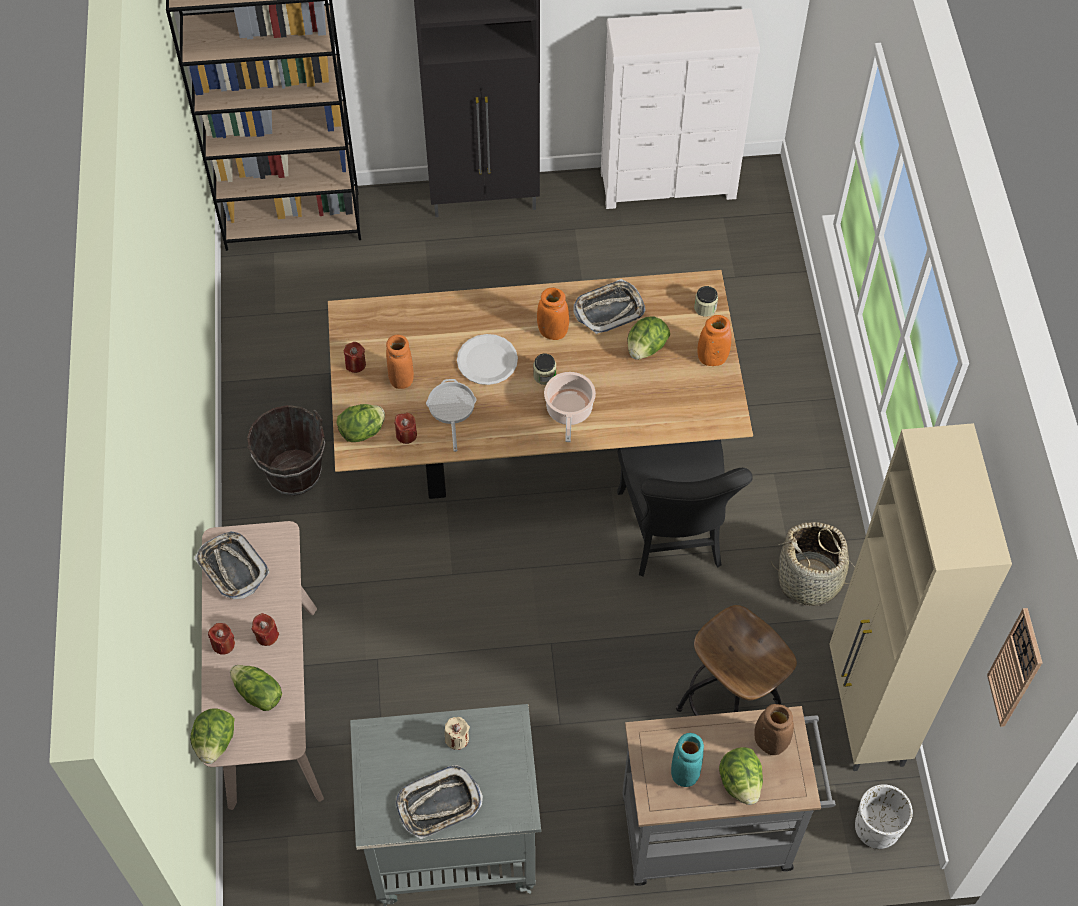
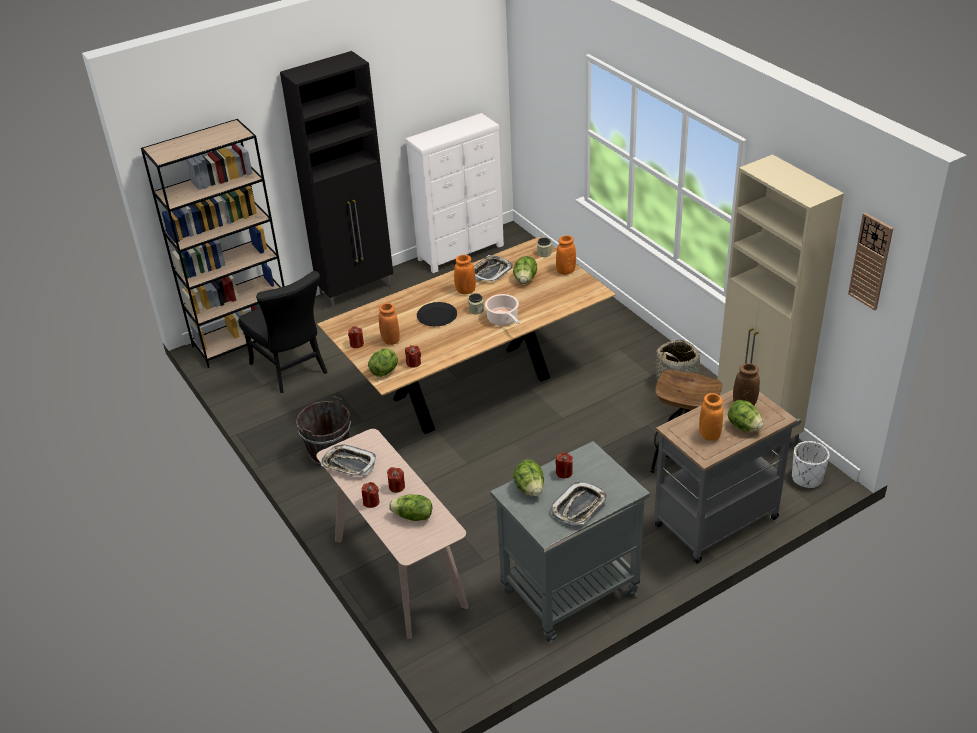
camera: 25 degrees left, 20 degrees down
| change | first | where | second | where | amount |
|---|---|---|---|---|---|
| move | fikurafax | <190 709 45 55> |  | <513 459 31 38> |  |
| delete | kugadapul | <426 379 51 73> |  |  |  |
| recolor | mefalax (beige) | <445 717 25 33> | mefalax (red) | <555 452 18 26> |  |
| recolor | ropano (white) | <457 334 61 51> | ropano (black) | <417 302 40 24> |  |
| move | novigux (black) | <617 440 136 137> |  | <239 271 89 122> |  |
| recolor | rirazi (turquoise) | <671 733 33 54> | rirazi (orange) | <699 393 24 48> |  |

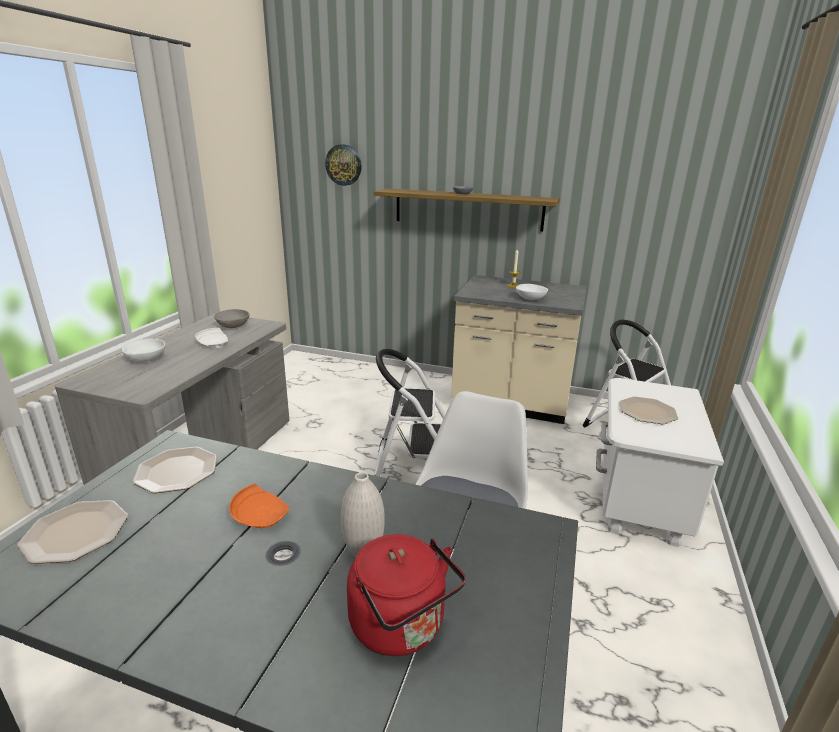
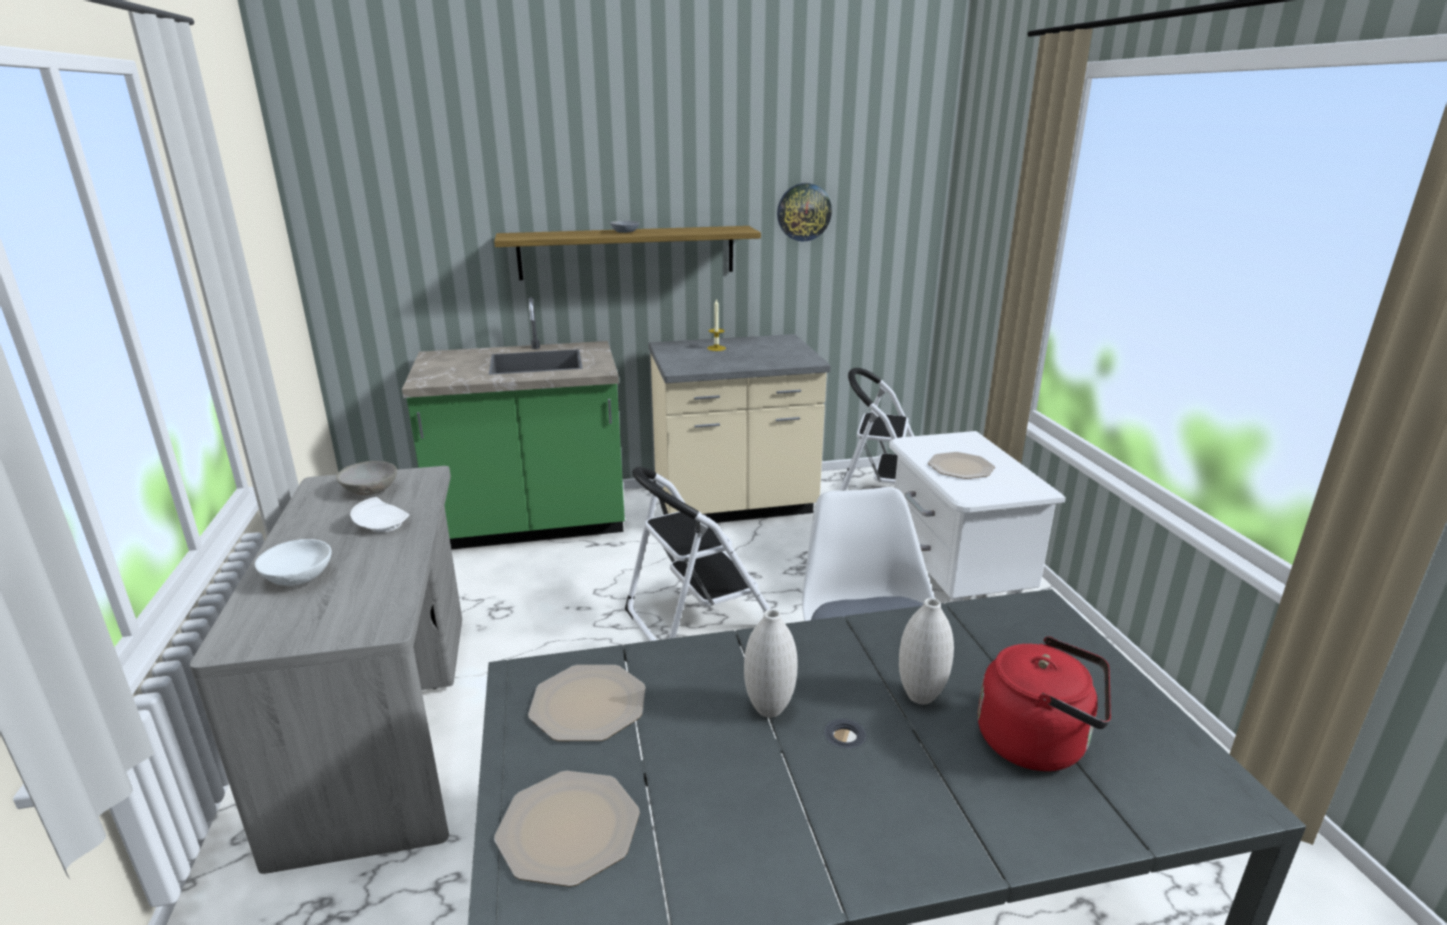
camera: 30 degrees left, 0 degrees up
| change | first | where | second | where | amount |
|---|---|---|---|---|---|
| replace | ropano (orange) | <229 484 60 44> | rirazi (white) | <744 609 53 109> |  |
| move | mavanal | <325 144 37 42> |  | <777 183 55 58> |  |
| delete | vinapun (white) | <516 284 32 16> |  |  |  |
| insert |  |  | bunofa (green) | <402 297 223 253> |  |

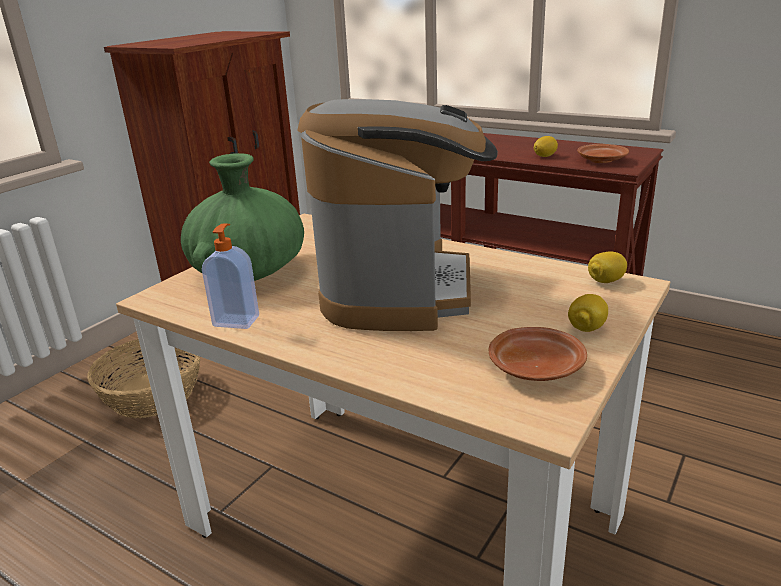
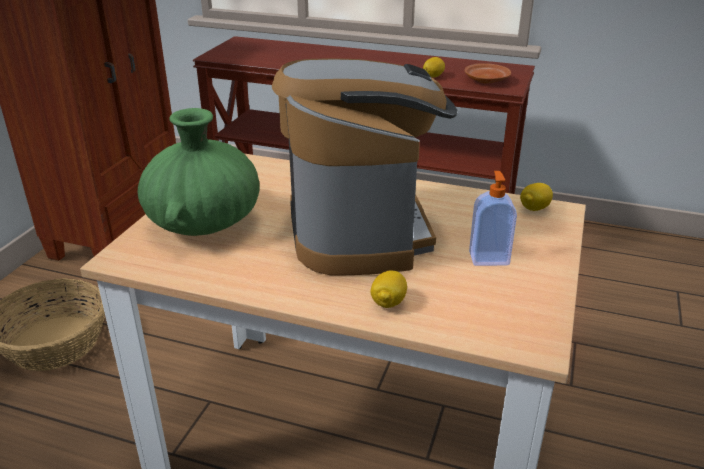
camera: 15 degrees left, 5 degrees up
| change | first | where | second | where | amount |
|---|---|---|---|---|---|
| move | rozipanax | <202 224 57 105> |  | <469 171 48 95> |  |
| delete | ropano (brown) | <489 327 98 54> |  |  |  |
| move | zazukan | <568 294 40 38> |  | <371 270 36 38> |  |

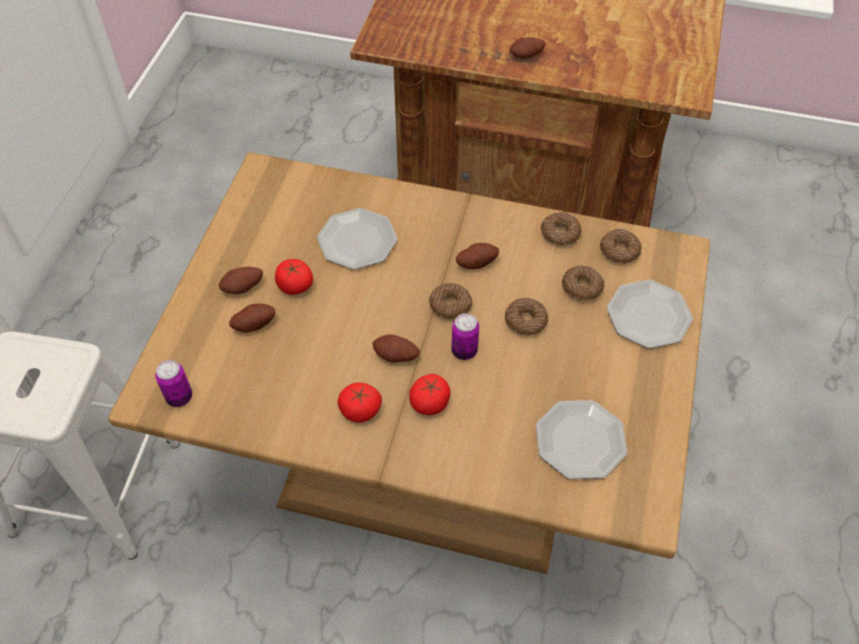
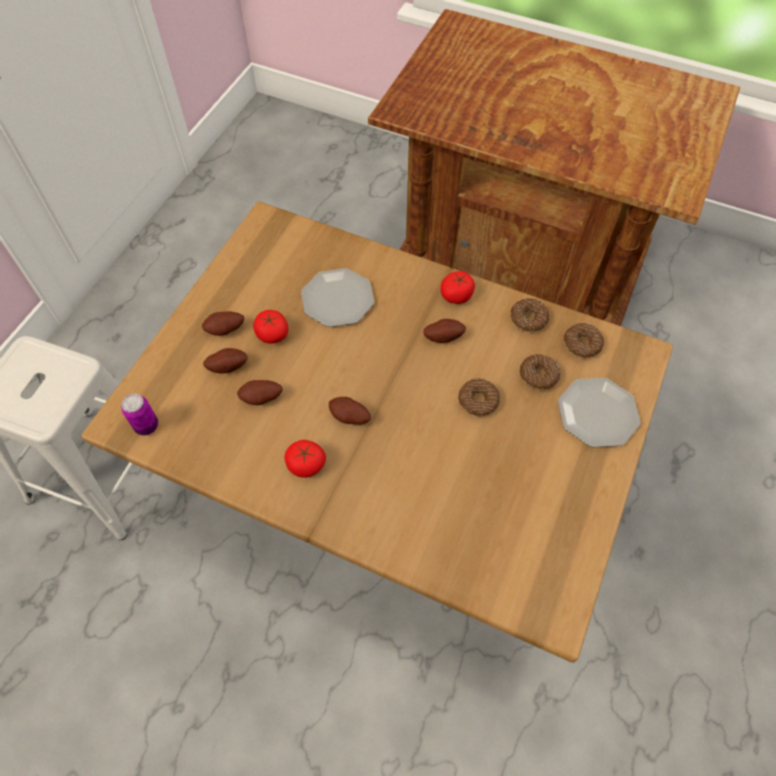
camera: 10 degrees right, 5 degrees up
| change | first | where | second | where | amount |
|---|---|---|---|---|---|
| move | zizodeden | <409 374 41 41> |  | <440 271 35 33> |  |
| delete | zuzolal | <429 283 43 37> |  |  |  |
| delete | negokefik | <451 313 28 47> |  |  |  |
| move | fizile | <510 37 36 22> |  | <237 380 46 25> |  |
| delete | ropano | <536 400 91 79> |  |  |  |

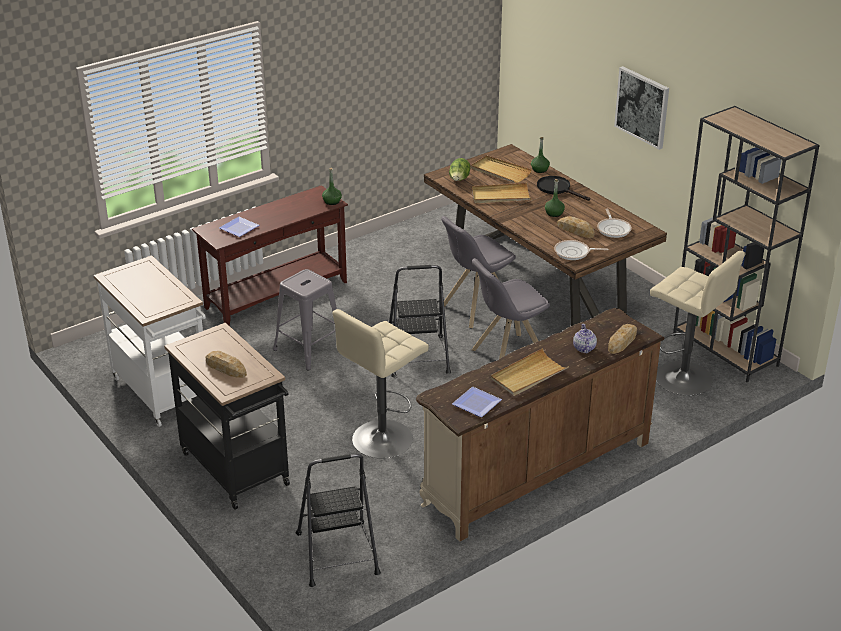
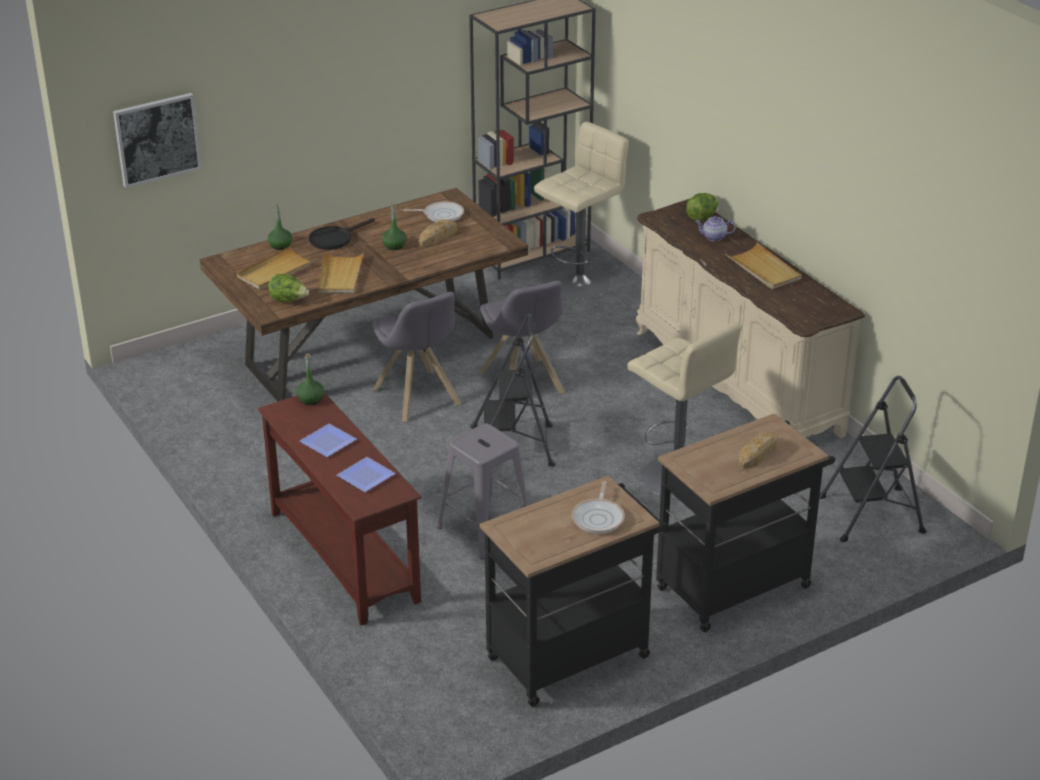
camera: 85 degrees left, 0 degrees up
| change | first | where | second | where | amount |
|---|---|---|---|---|---|
| recolor | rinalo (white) | <94 255 112 172> | rinalo (black) | <480 476 188 231> |  |
| move | ropano | <452 387 50 30> |  | <299 424 58 33> |  |
| move | kugadapul | <554 240 54 20> |  | <572 481 53 53> |  |
| replace | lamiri | <608 324 29 30> | fikurafax | <686 193 32 28> |  |
| move | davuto | <614 66 55 84> |  | <113 93 89 95> |  |

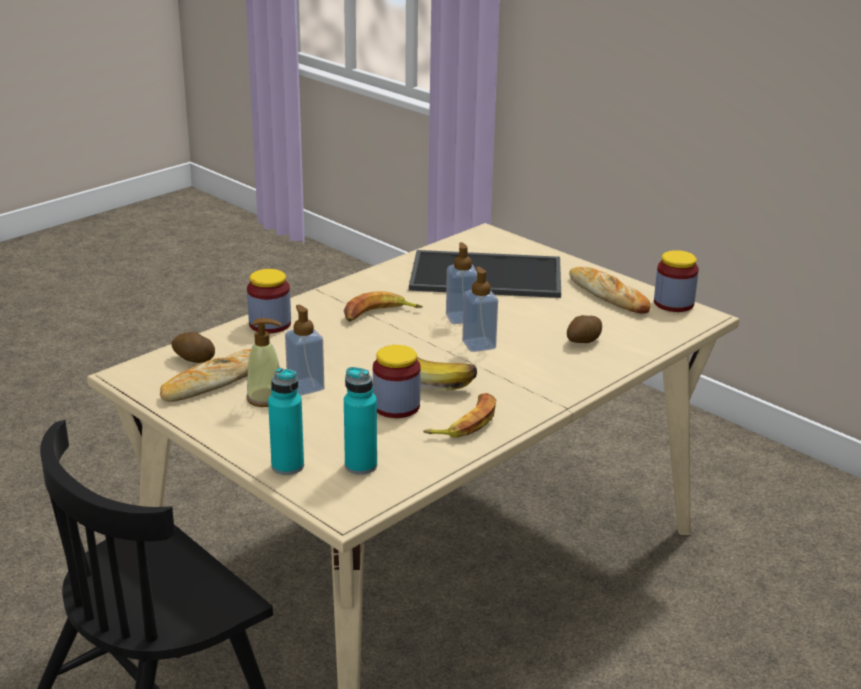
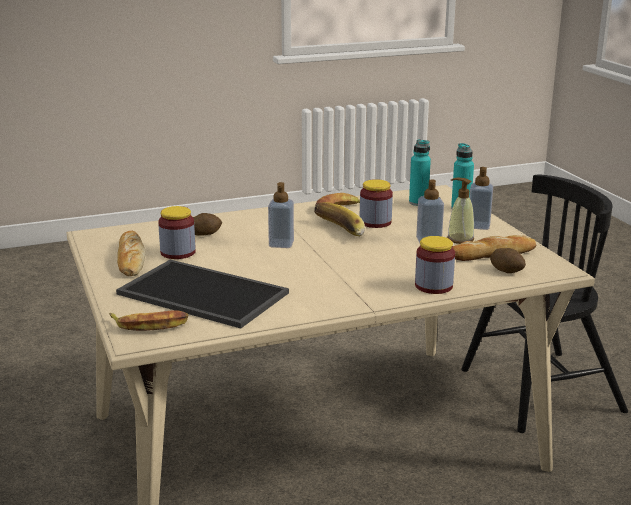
camera: 155 degrees left, 5 degrees down
| change | first | where | second | where | amount |
|---|---|---|---|---|---|
| move | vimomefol | <343 291 80 30> |  | <109 310 80 21> |  |
| move | rozipanax | <446 242 31 82> |  | <469 167 24 63> |  |
| move | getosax | <654 250 45 62> |  | <158 206 38 53> |  |

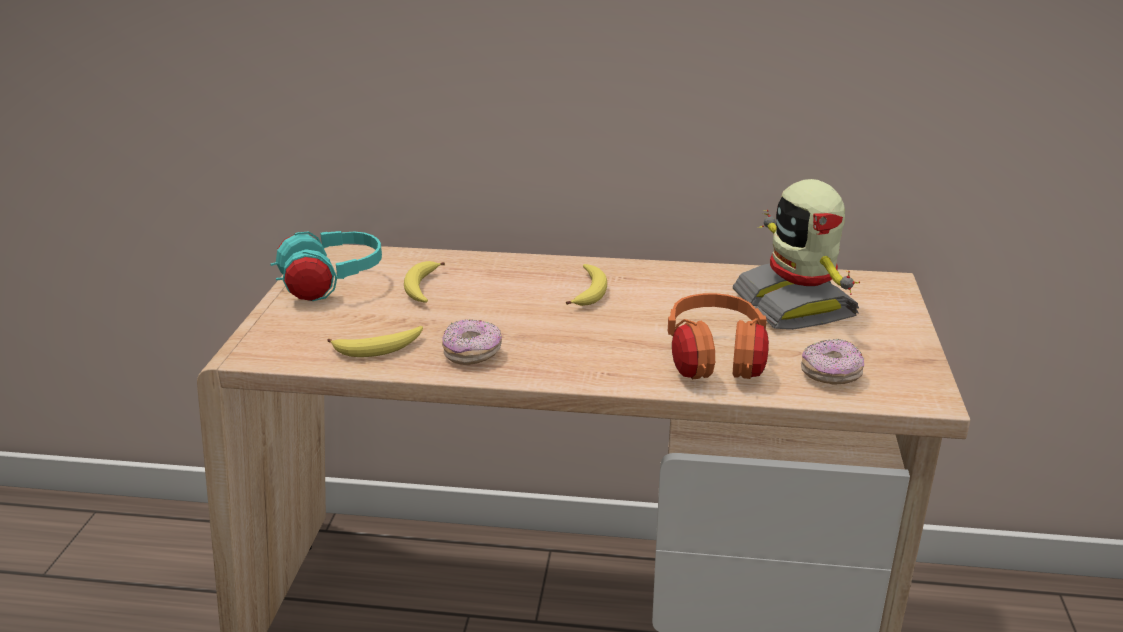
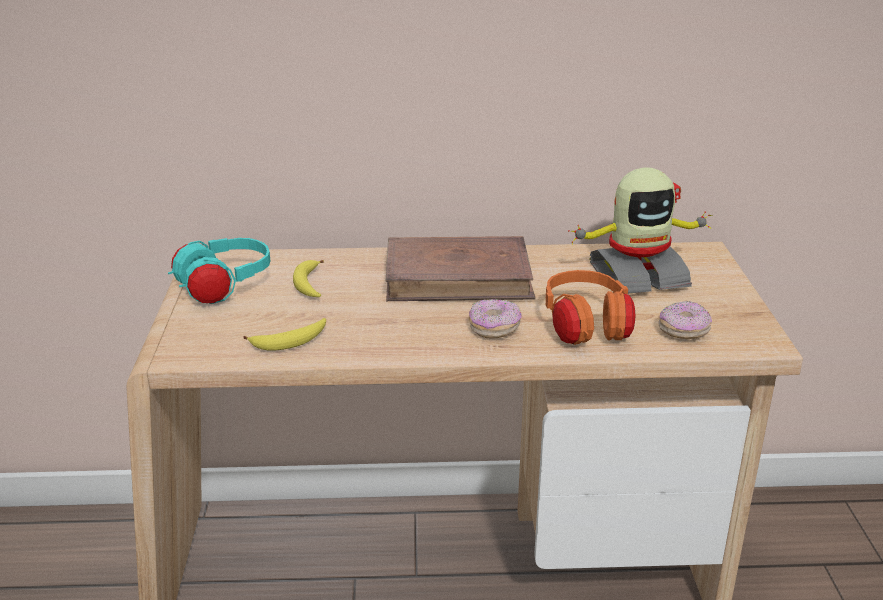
camera: 10 degrees left, 0 degrees up
| change | first | where | second | where | amount |
|---|---|---|---|---|---|
| move | zuzolal | <442 319 60 46> |  | <469 299 52 39> |  |
| replace | vimomefol | <566 264 41 42> | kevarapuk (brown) | <386 236 150 65> |  |
| rotate | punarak | <733 179 127 151> |  | <568 168 144 126> | 75 degrees counterclockwise |

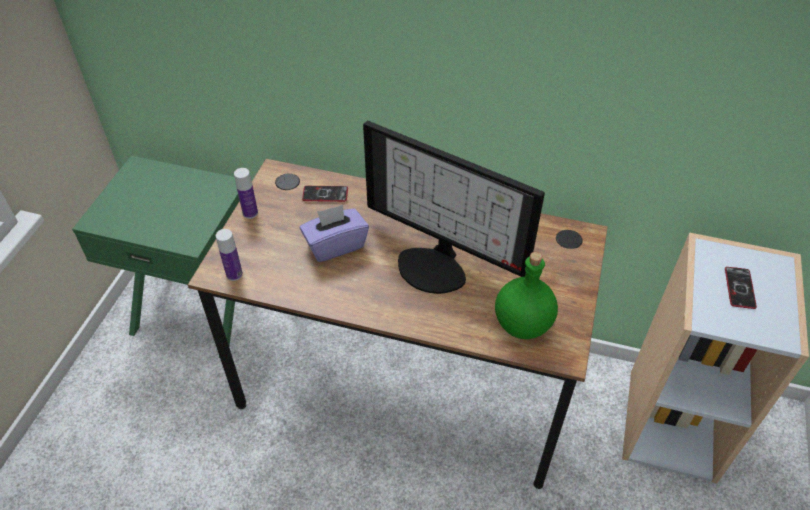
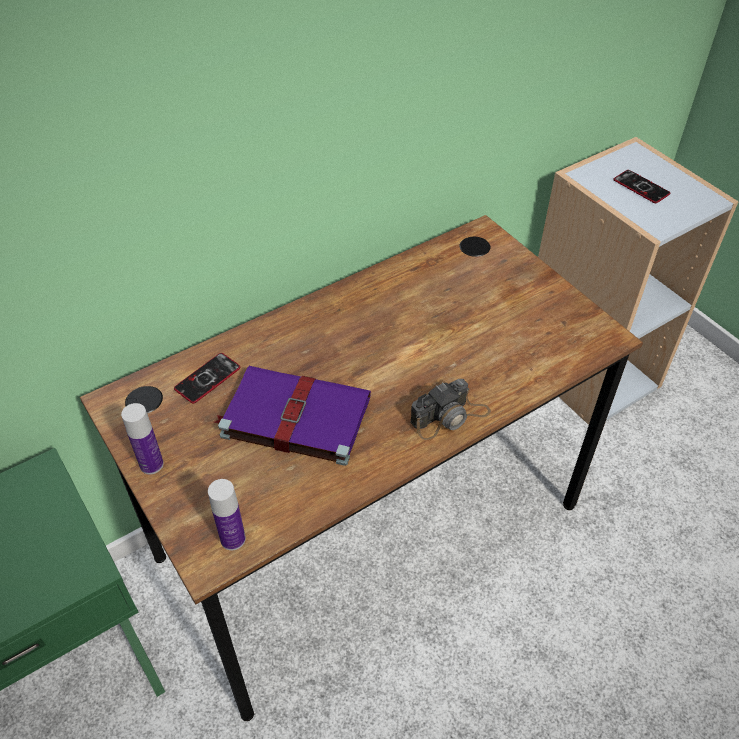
camera: 50 degrees left, 0 degrees up
| change | first | where | second | where | amount |
|---|---|---|---|---|---|
| replace | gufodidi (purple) | <300 205 69 57> | kevarapuk (purple) | <214 366 157 100> |  |
| delete | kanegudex | <363 120 182 174> |  |  |  |
| delete | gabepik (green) | <495 252 63 87> |  |  |  |
| insert |  |  | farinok | <410 379 81 61> |  |

